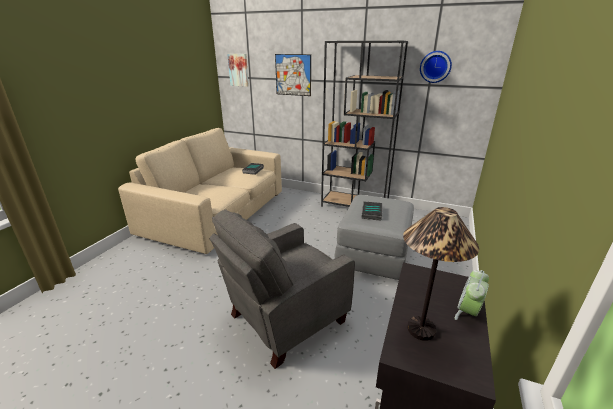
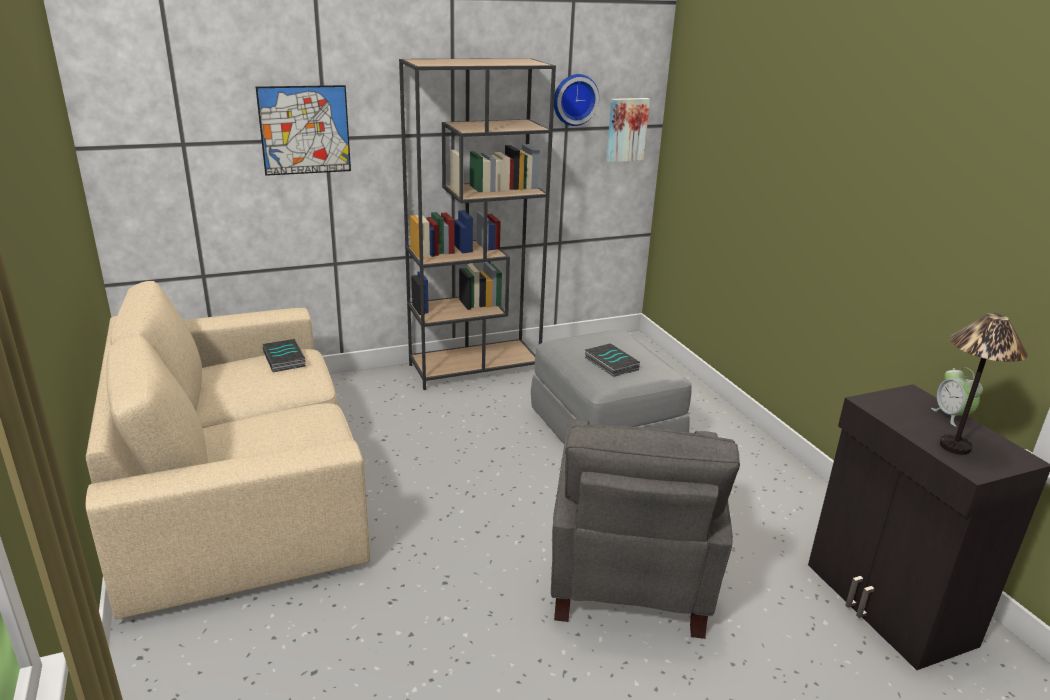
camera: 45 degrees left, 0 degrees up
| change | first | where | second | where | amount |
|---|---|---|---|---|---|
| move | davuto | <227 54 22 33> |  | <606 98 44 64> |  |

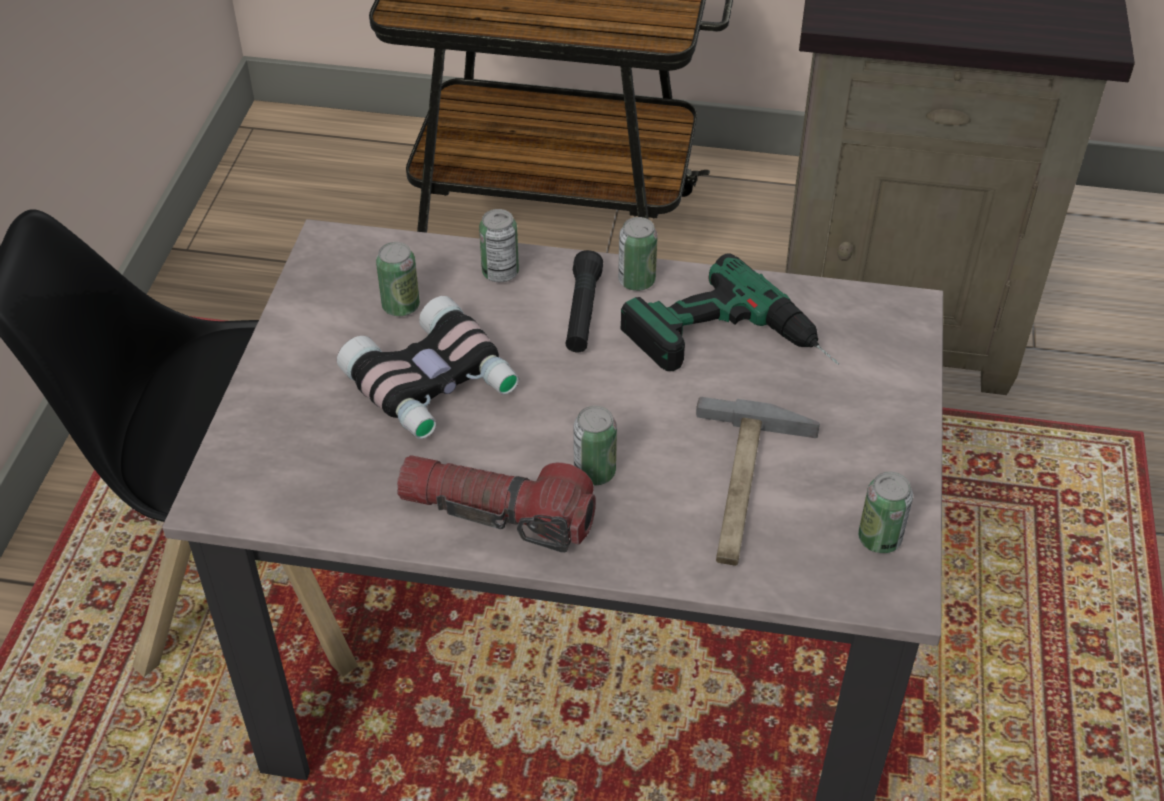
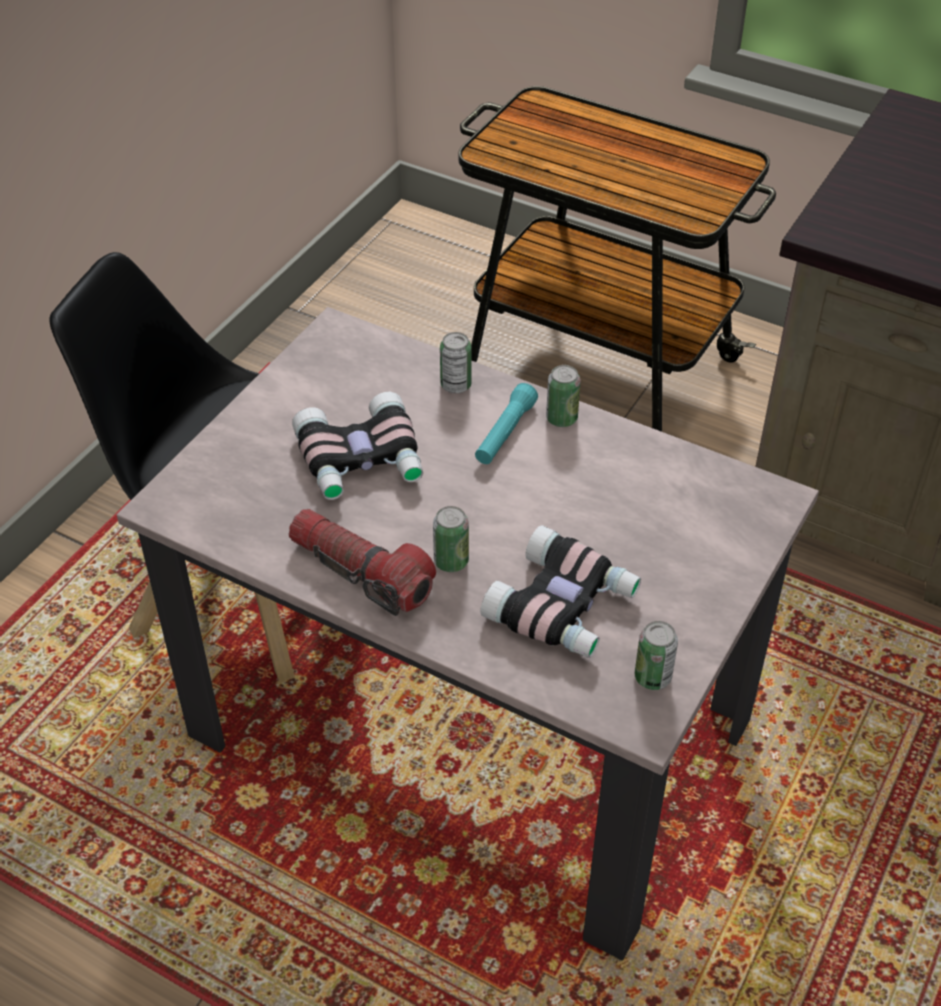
camera: 20 degrees right, 0 degrees up
| change | first | where | second | where | amount |
|---|---|---|---|---|---|
| delete | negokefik | <376 242 44 74> |  |  |  |
| recolor | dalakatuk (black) | <565 250 38 102> | dalakatuk (turquoise) | <475 383 63 81> |  |
| delete | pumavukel | <621 253 218 118> |  |  |  |
| replace | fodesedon | <696 397 124 169> | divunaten | <480 525 161 133> |  |

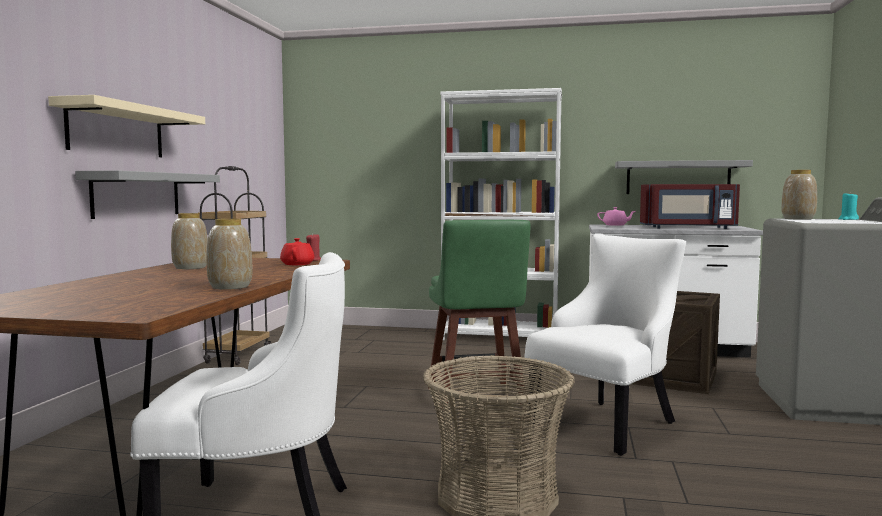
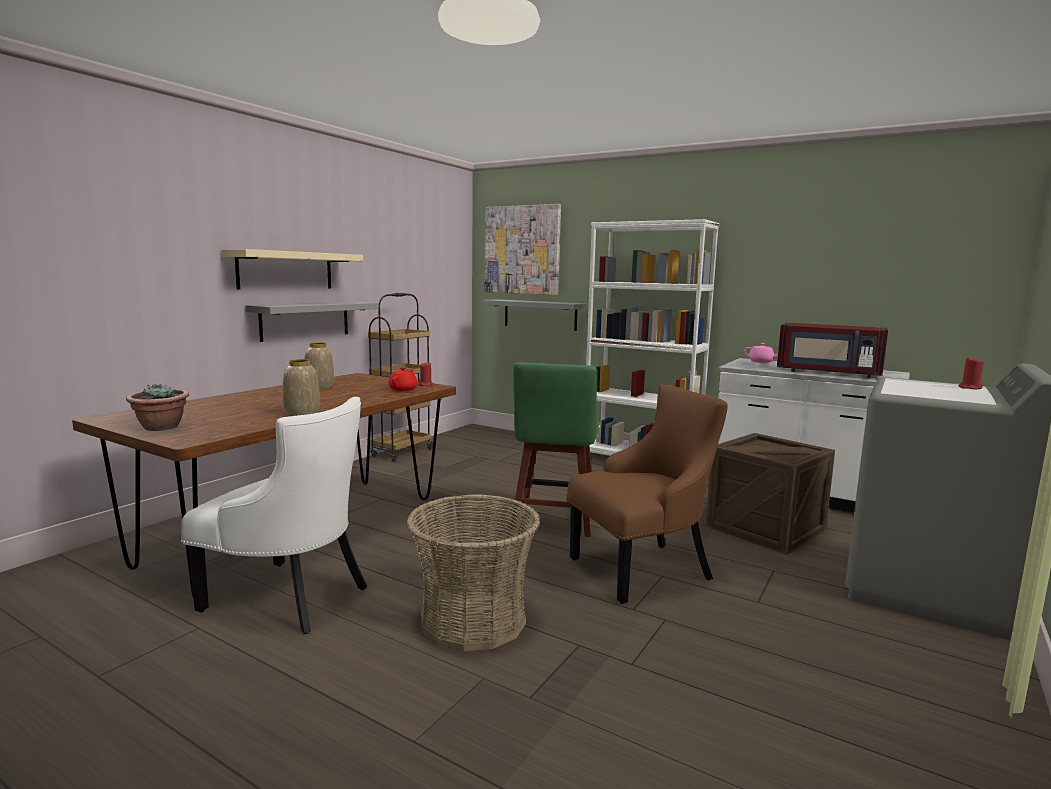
camera: 20 degrees right, 5 degrees up
| change | first | where | second | where | amount |
|---|---|---|---|---|---|
| recolor | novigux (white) | <525 235 161 221> | novigux (brown) | <566 384 162 220> |  |
| move | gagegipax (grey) | <615 160 138 34> |  | <483 299 104 32> |  |
| delete | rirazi | <781 170 36 50> |  |  |  |
| recolor | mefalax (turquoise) | <839 192 20 28> | mefalax (red) | <958 357 26 32> |  |
| insert |  |  | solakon | <126 383 63 48> |  |
| insert |  |  | davuto | <484 204 77 91> |  |

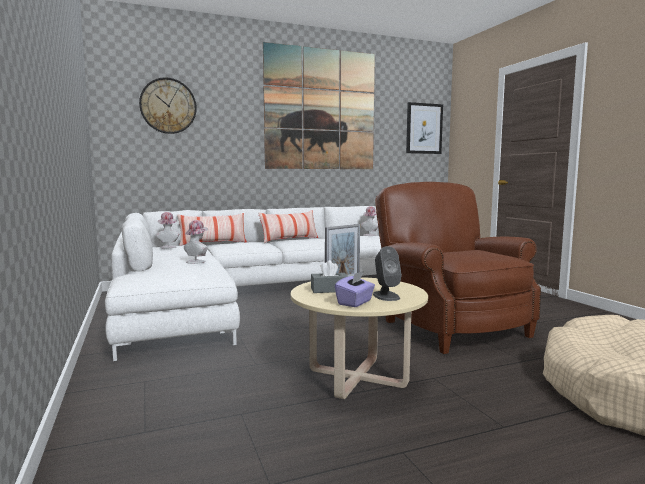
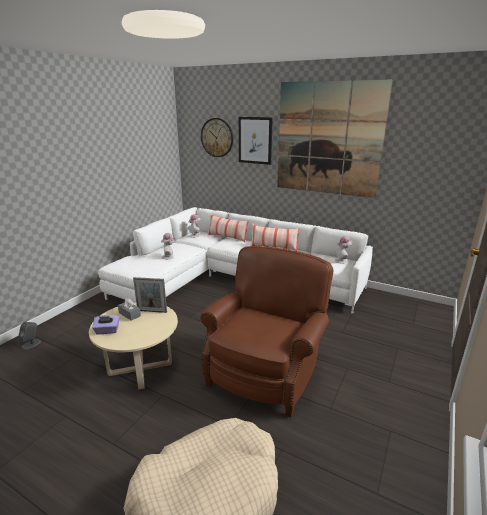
camera: 50 degrees right, 15 degrees up
| change | first | where | second | where | amount |
|---|---|---|---|---|---|
| move | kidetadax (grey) | <373 246 29 55> |  | <19 322 22 28> |  |
| move | davuto | <406 102 37 52> |  | <239 117 34 48> |  |

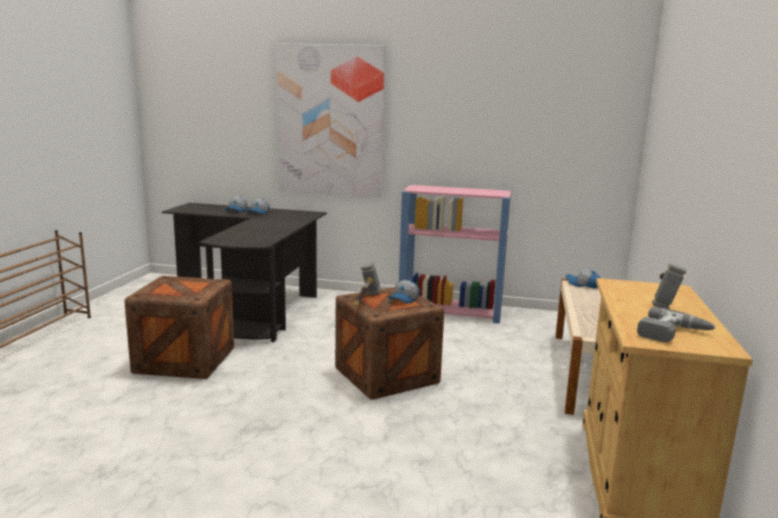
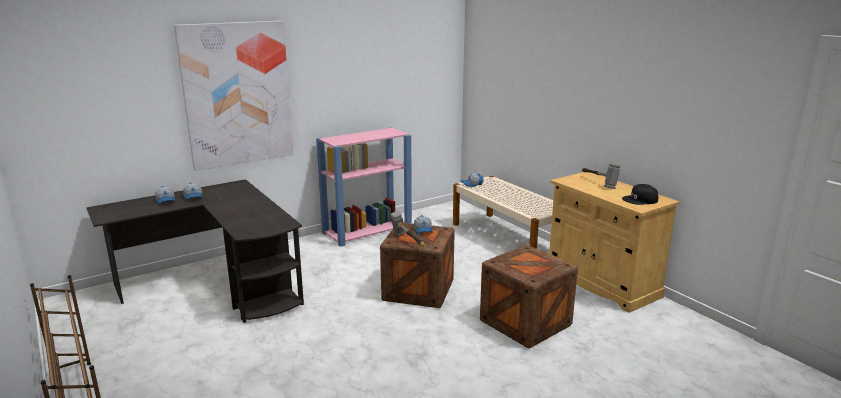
camera: 45 degrees left, 5 degrees up
| change | first | where | second | where | amount |
|---|---|---|---|---|---|
| move | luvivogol | <124 276 110 103> |  | <480 245 98 103> |  |
| replace | pumavukel | <637 307 79 36> | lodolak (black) | <622 184 36 21> |  |

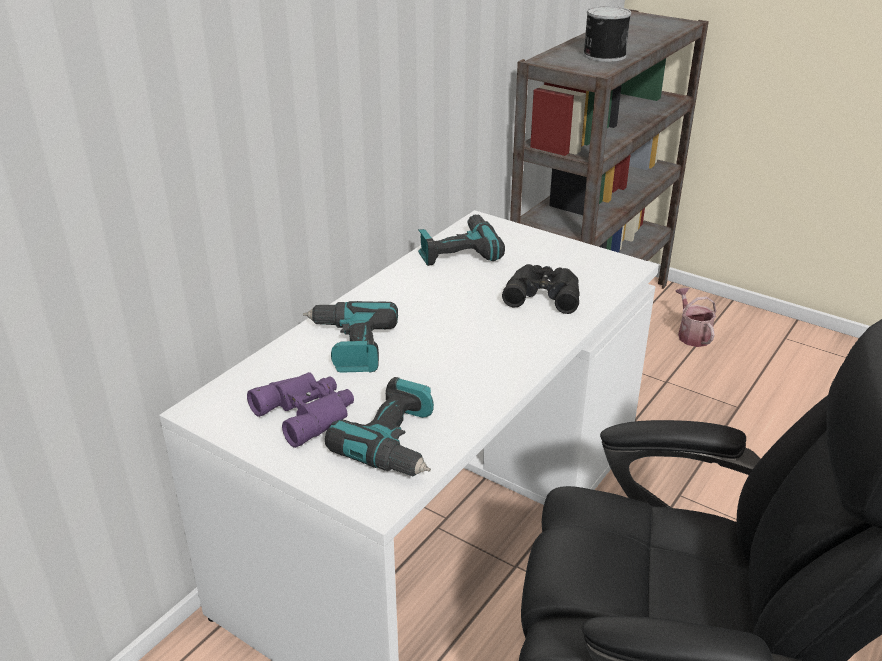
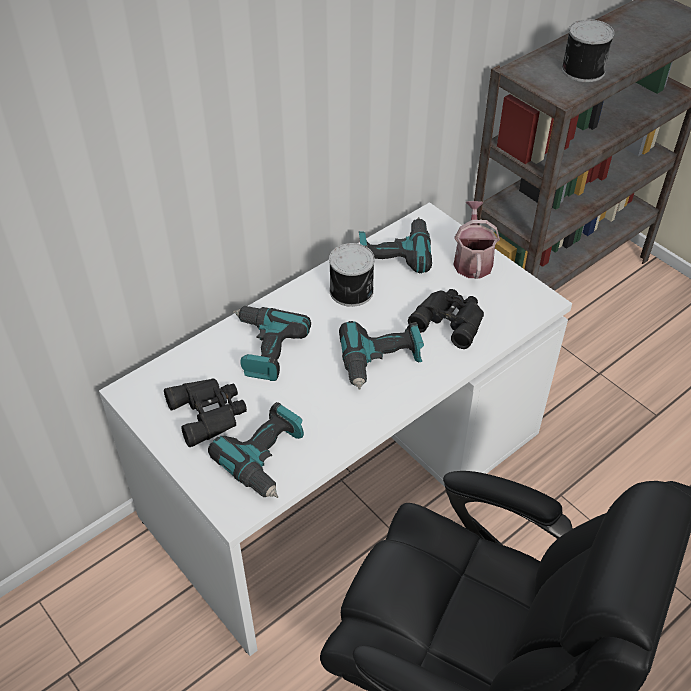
camera: 15 degrees right, 15 degrees up
| change | first | where | second | where | amount |
|---|---|---|---|---|---|
| recolor | divunaten (purple) | <247 372 107 76> | divunaten (black) | <164 378 83 69> |  |
| move | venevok | <676 288 40 59> |  | <453 201 47 78> |  |
| insert |  |  | negokefik | <329 243 46 64> |  |
| insert |  |  | pumavukel | <339 321 85 69> |  |

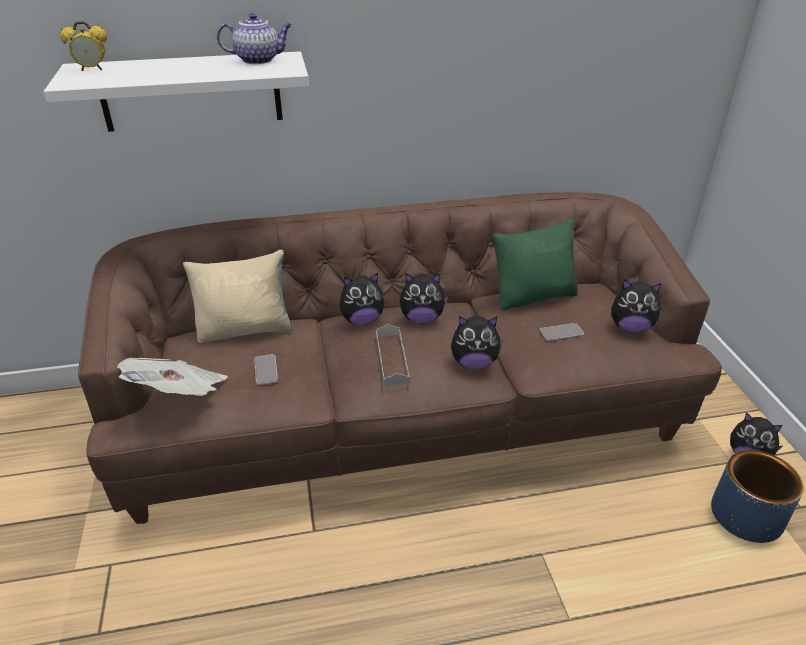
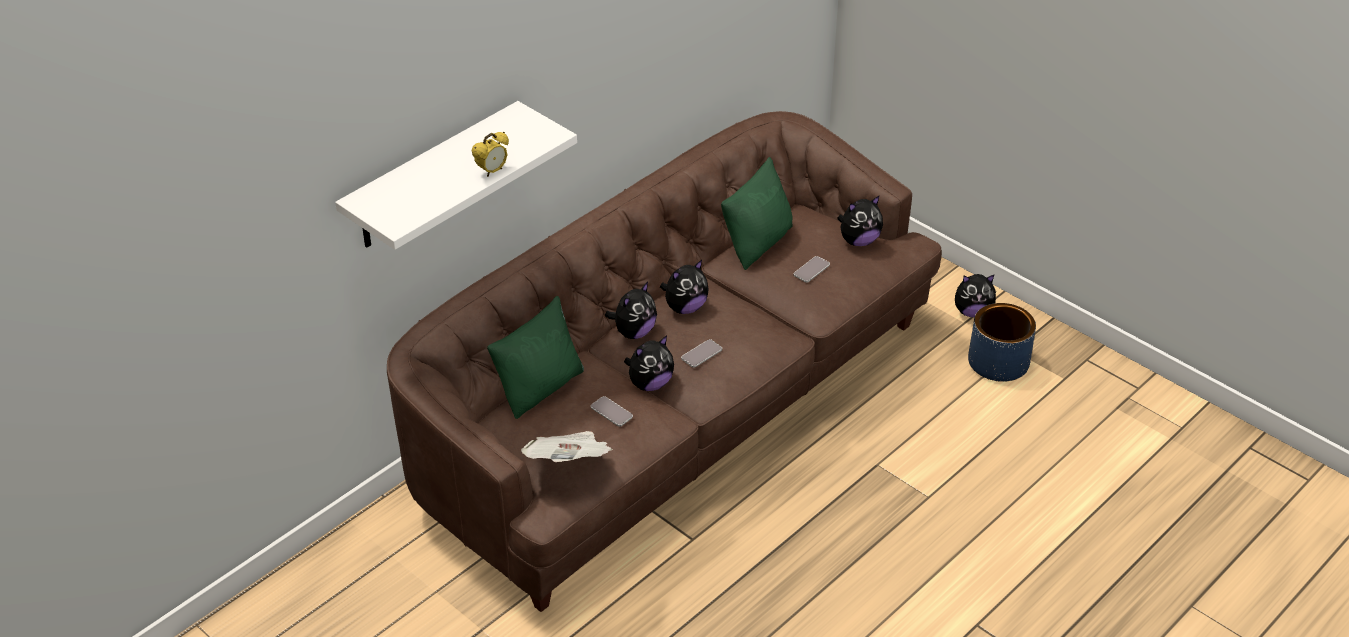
camera: 35 degrees left, 5 degrees up
| change | first | where | second | where | amount |
|---|---|---|---|---|---|
| move | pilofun | <60 21 47 50> |  | <471 132 38 45> |  |
| recolor | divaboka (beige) | <183 250 109 93> | divaboka (green) | <487 296 97 123> |  |
| delete | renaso | <217 13 75 51> |  |  |  |
| replace | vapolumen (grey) | <376 324 34 62> | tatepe | <681 339 41 29> |  |
| move | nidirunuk | <451 316 52 53> |  | <624 336 50 55> |  |

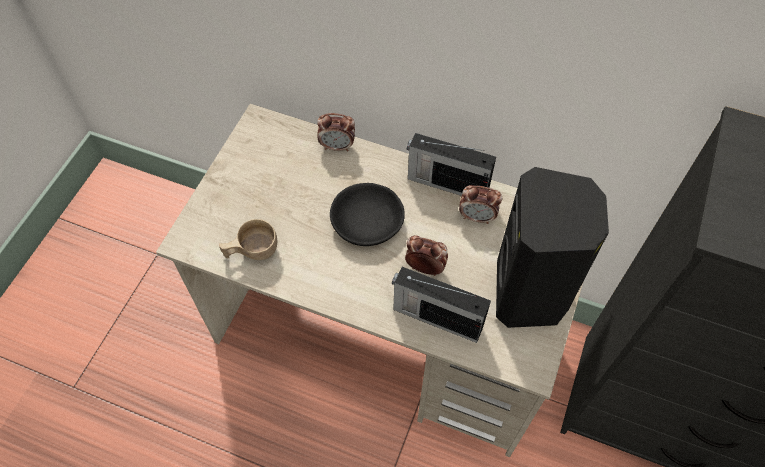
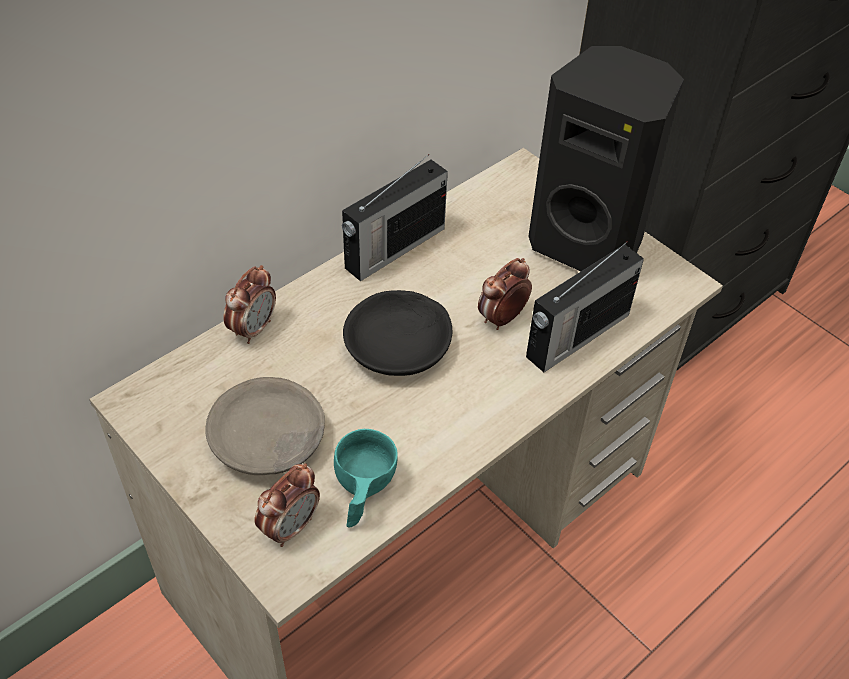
camera: 65 degrees left, 10 degrees down
| change | first | where | second | where | amount |
|---|---|---|---|---|---|
| recolor | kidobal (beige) | <219 219 58 41> | kidobal (turquoise) | <334 429 64 98> |  |
| move | pilofun | <459 185 43 39> |  | <255 463 65 84> |  |
| insert |  |  | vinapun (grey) | <205 377 120 98> |  |

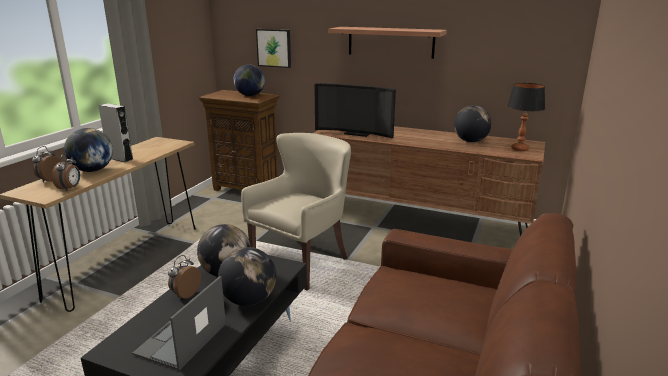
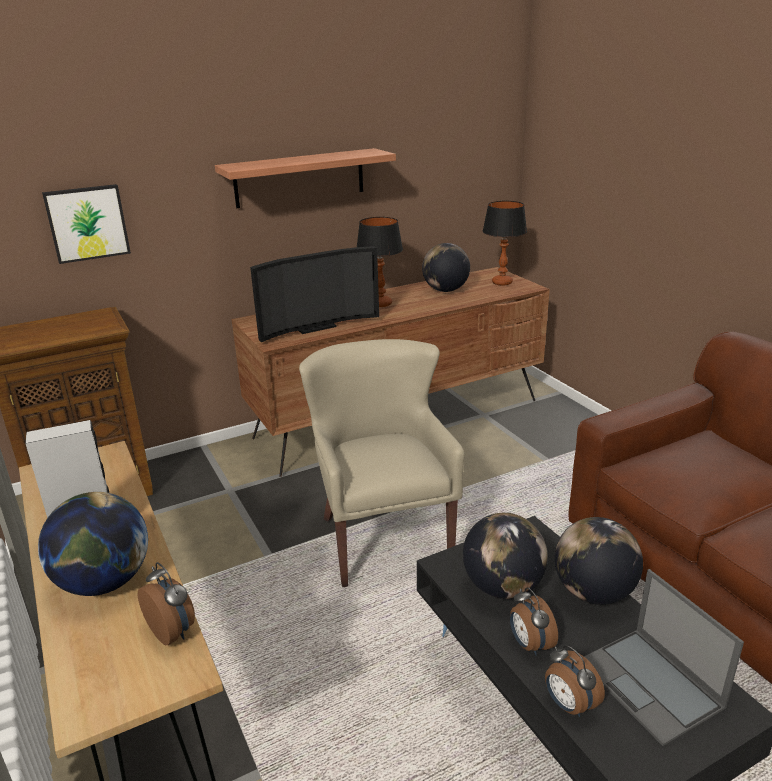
camera: 50 degrees left, 5 degrees up
| change | first | where | second | where | amount |
|---|---|---|---|---|---|
| move | pilofun | <32 146 29 37> |  | <545 645 60 72> |  |
| delete | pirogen | <233 64 32 32> |  |  |  |
| insert |  |  | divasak | <357 217 46 90> |  |

